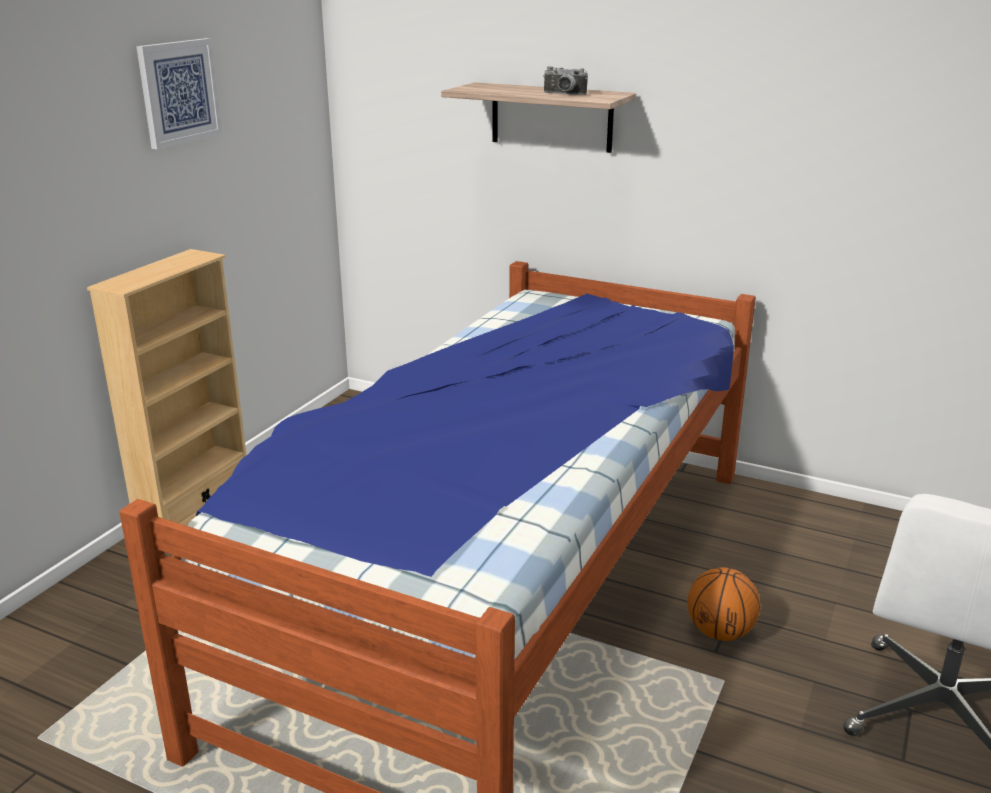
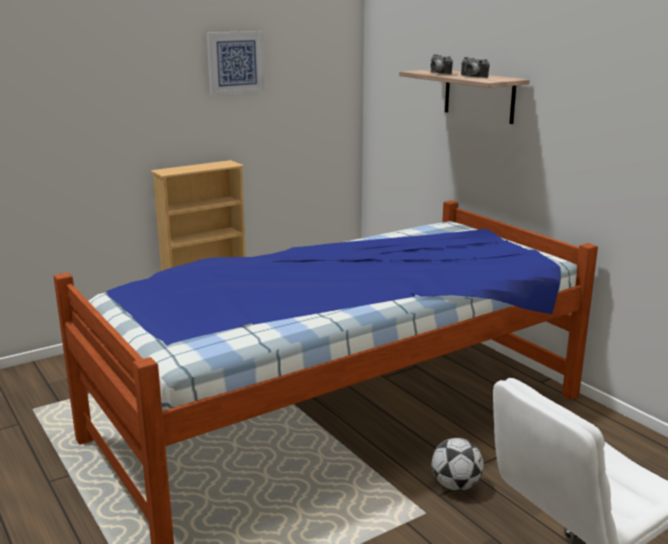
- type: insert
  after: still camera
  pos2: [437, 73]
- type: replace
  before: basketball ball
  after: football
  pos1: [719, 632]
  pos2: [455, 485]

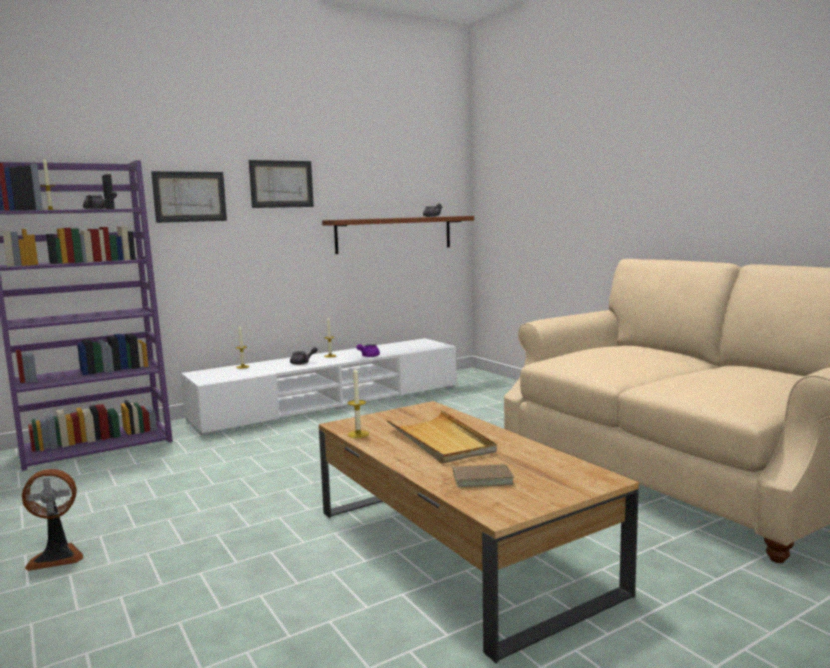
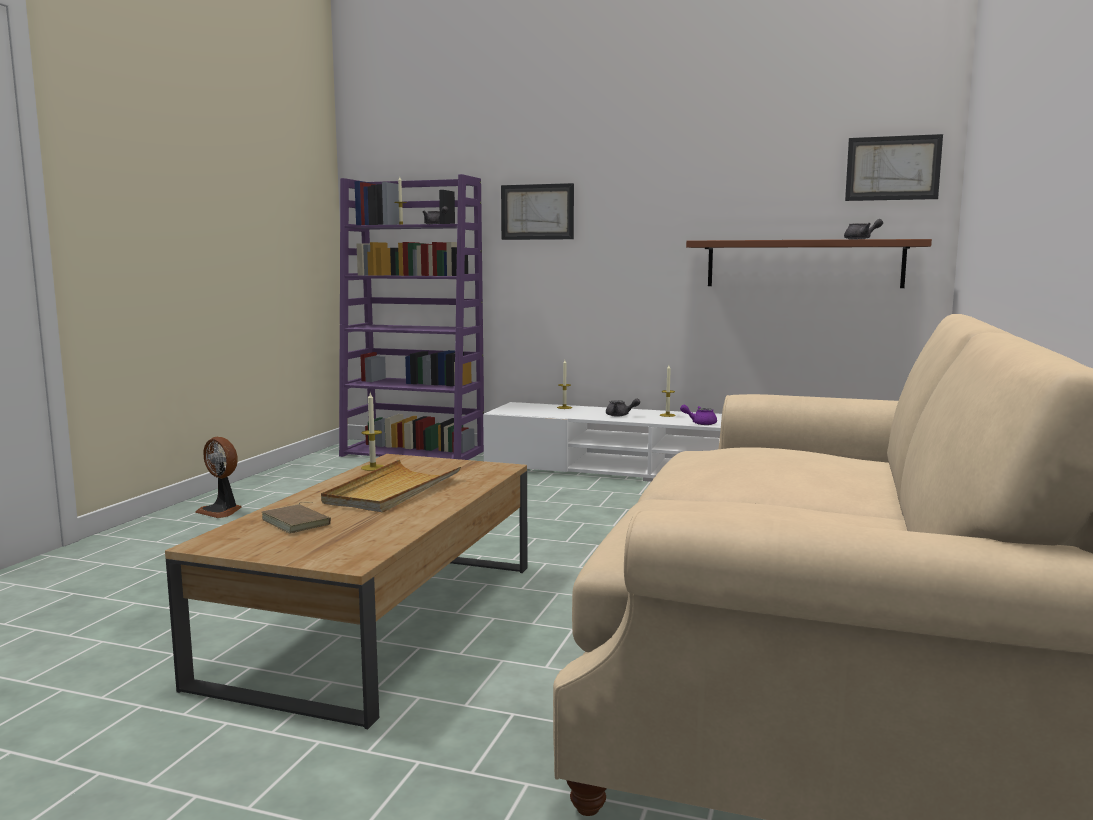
- type: move
  before: wall picture
  pos1: [281, 184]
  pos2: [892, 168]

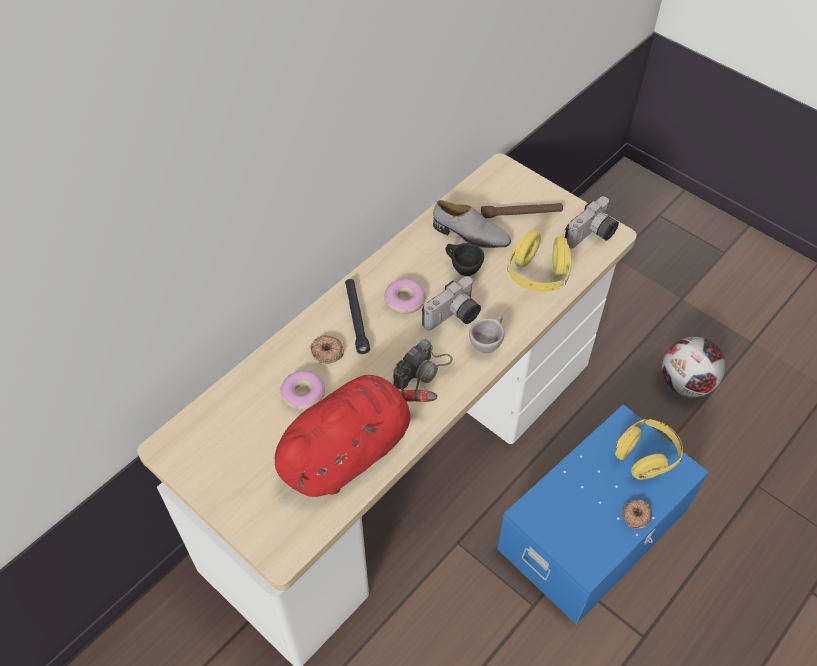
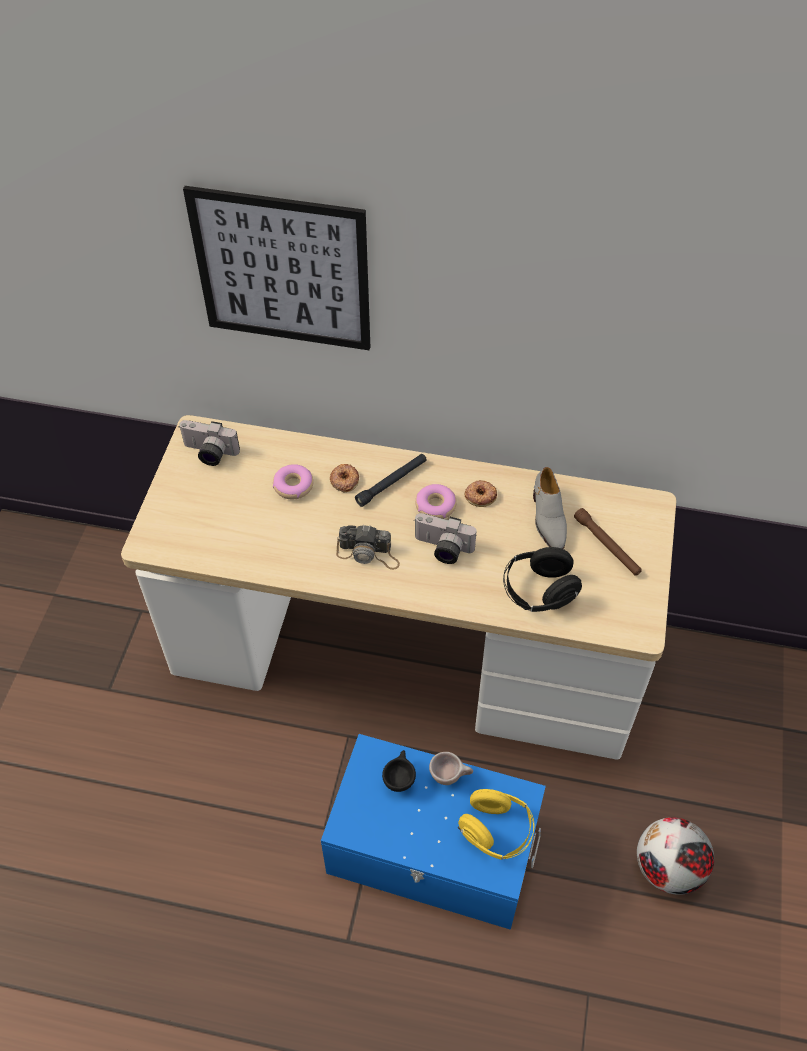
- type: delete
  before: plush toy in red
  pos1: [349, 451]
- type: insert
  after: wall picture
  pos2: [282, 270]
- type: move
  before: small cup in blackish
  pos1: [462, 269]
  pos2: [399, 778]
- type: move
  before: small cup in beige-coloured
  pos1: [487, 343]
  pos2: [450, 776]
- type: move
  before: still camera
  pos1: [591, 236]
  pos2: [208, 453]
- type: move
  before: doughnut
  pos1: [636, 515]
  pos2: [480, 495]
- type: recolor
  before: headphones in yellow-coloured
  after: headphones in blackish
  pos1: [538, 276]
  pos2: [539, 591]

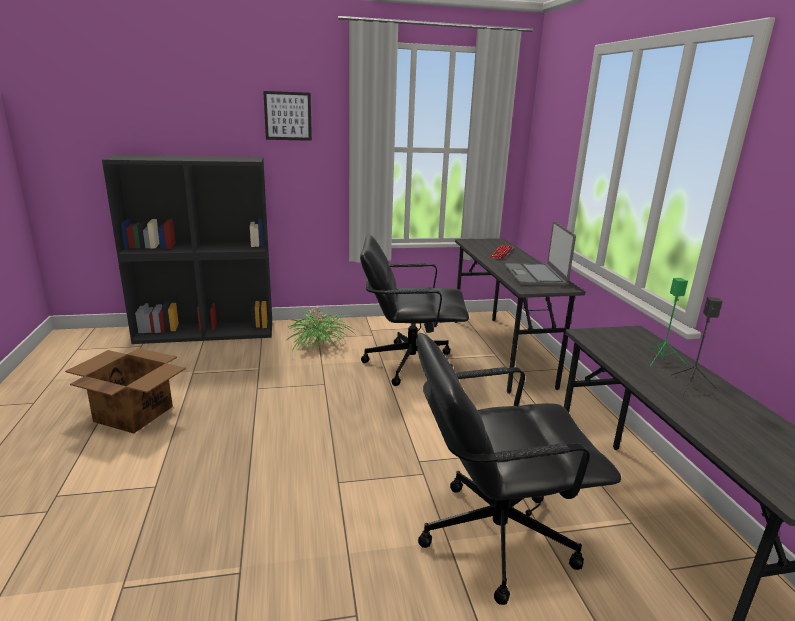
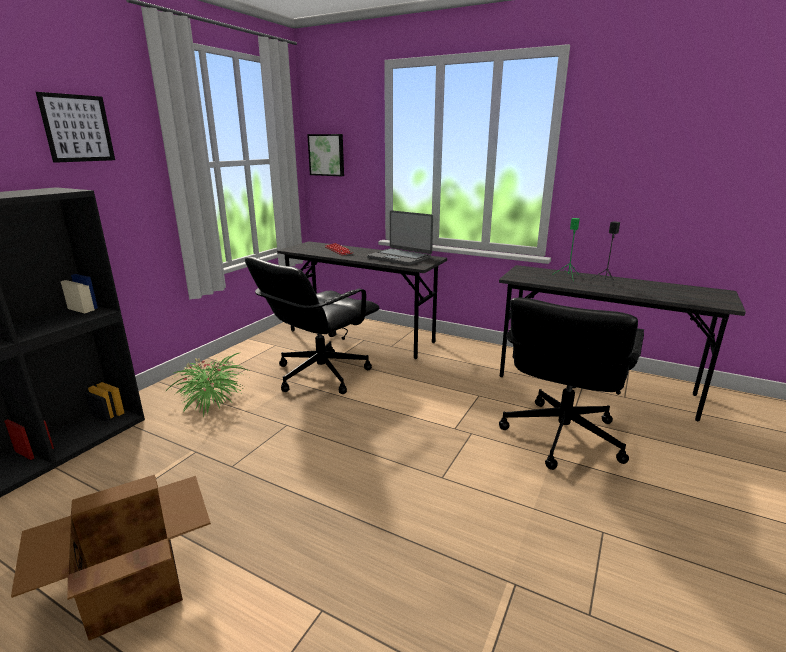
- type: insert
  after: wall picture
  pos2: [327, 155]

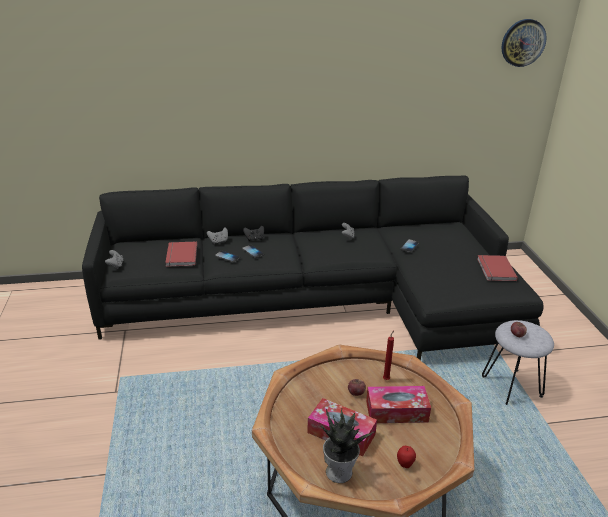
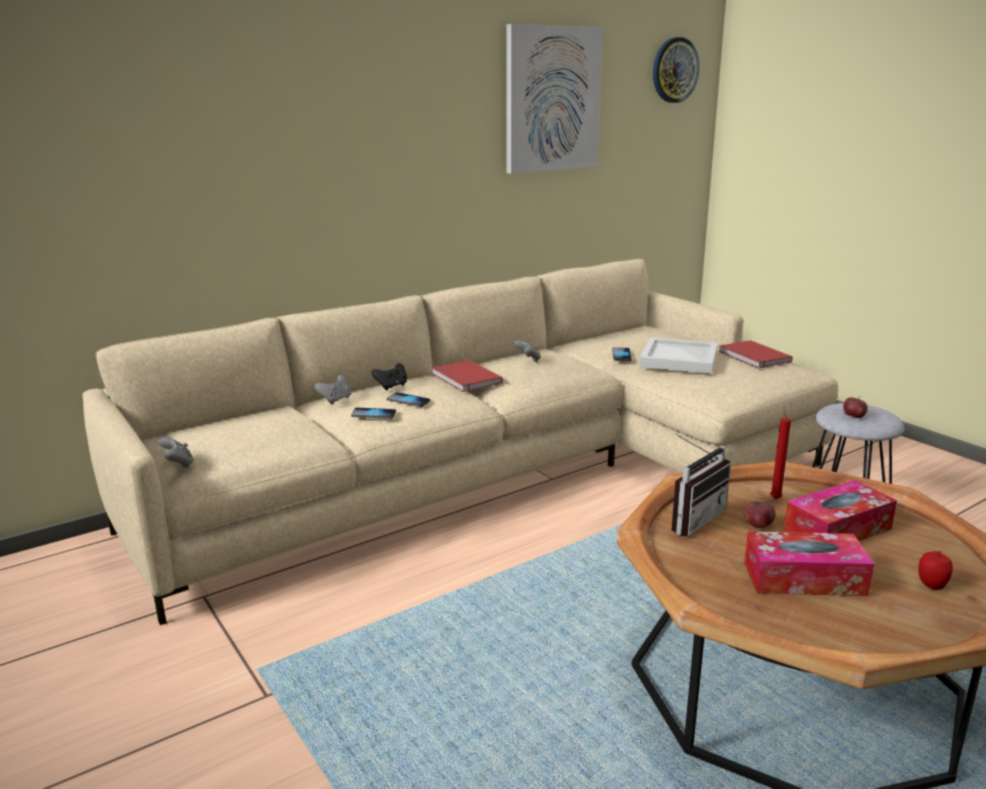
- type: delete
  before: houseplant
  pos1: [340, 471]
- type: insert
  after: wall picture
  pos2: [552, 99]
- type: insert
  after: carrying tray in white-coloured
  pos2: [677, 359]
- type: insert
  after: radio set
  pos2: [691, 518]
- type: move
  before: bound book in red
  pos1: [180, 255]
  pos2: [464, 379]
- type: recolor
  before: couch in blackish
  after: couch in beige-coloured
  pos1: [321, 301]
  pos2: [503, 474]

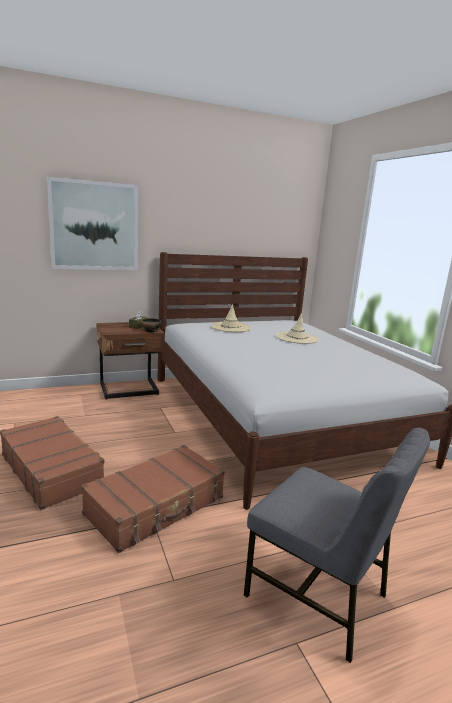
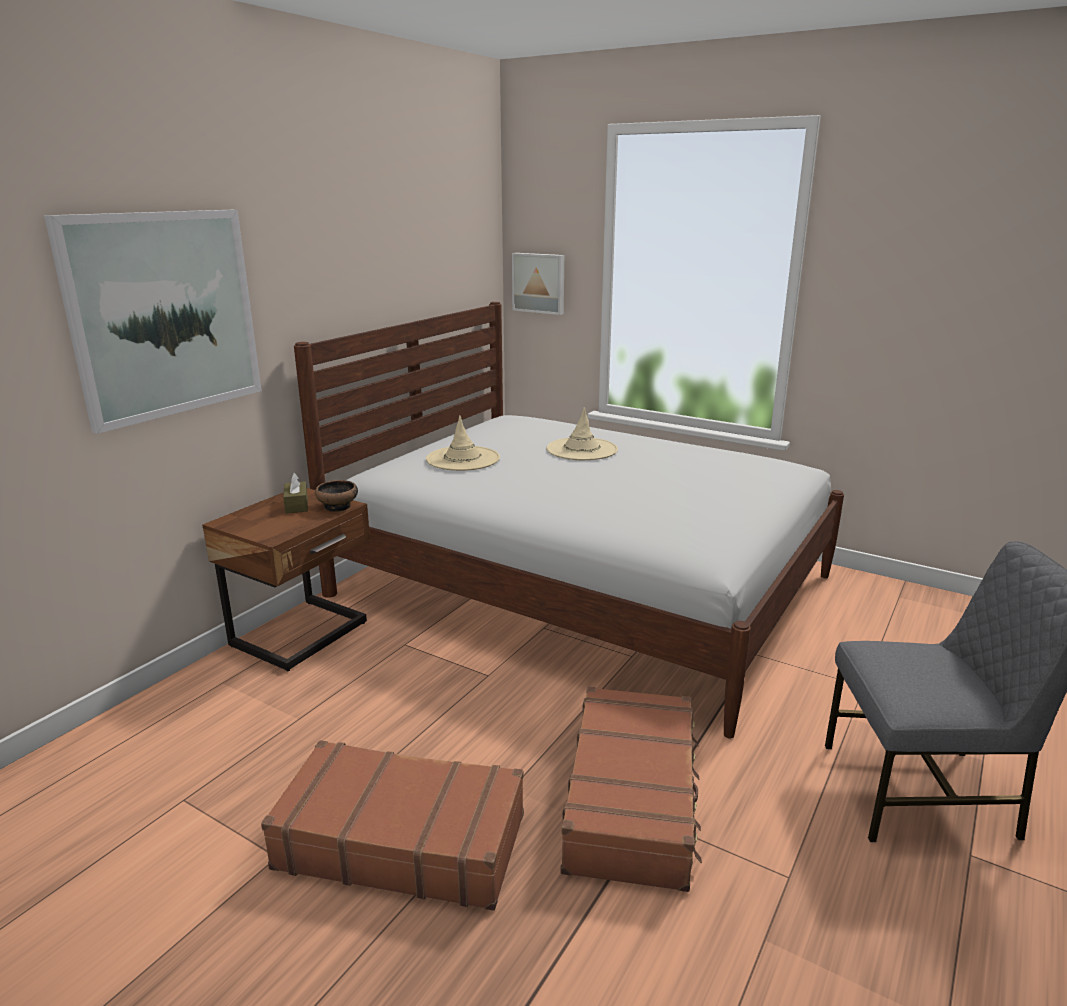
- type: insert
  after: wall picture
  pos2: [539, 283]

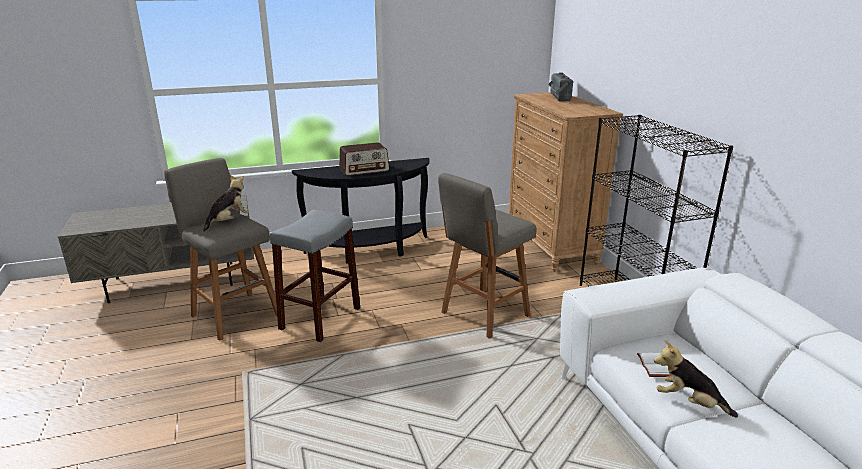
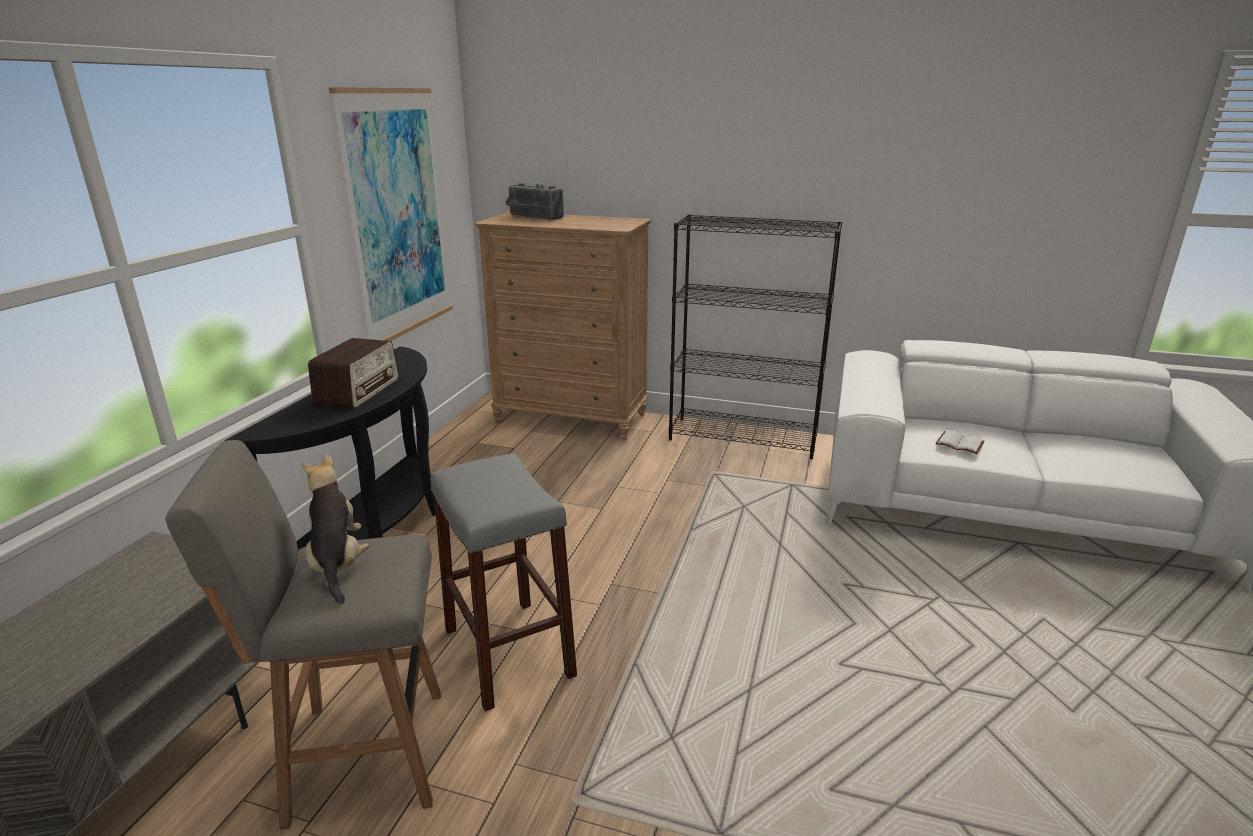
- type: delete
  before: stool in greyish
  pos1: [483, 315]
- type: delete
  before: plush toy
  pos1: [688, 402]
- type: insert
  after: wall picture
  pos2: [397, 215]

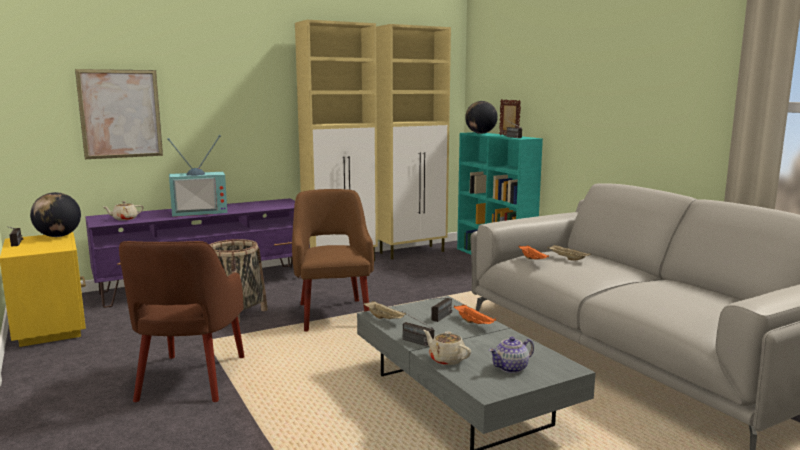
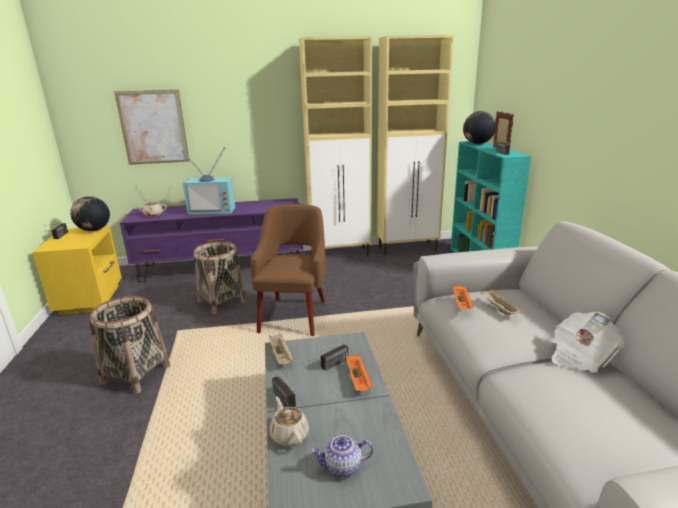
- type: insert
  after: daily paper
  pos2: [580, 356]
- type: replace
  before: easy chair in brownish
  after: basket
  pos1: [190, 379]
  pos2: [136, 374]

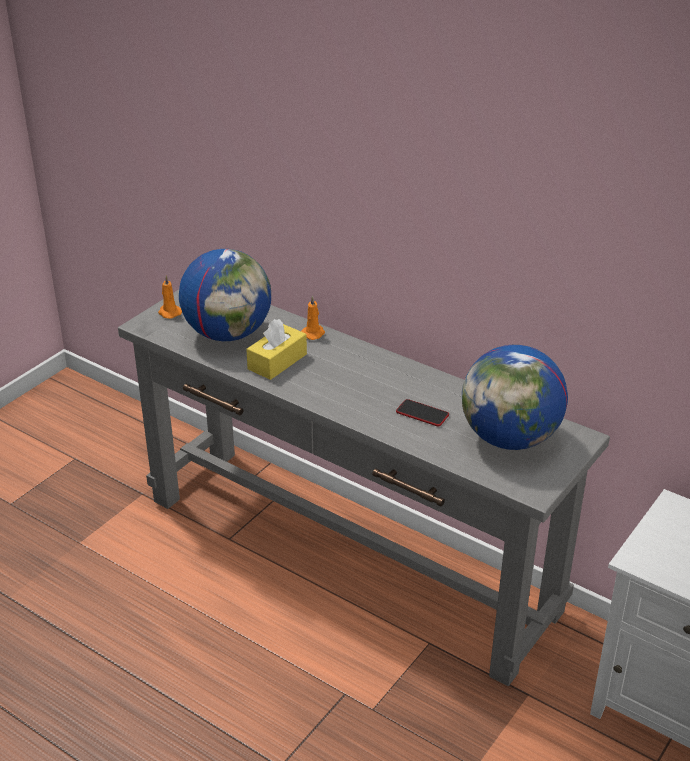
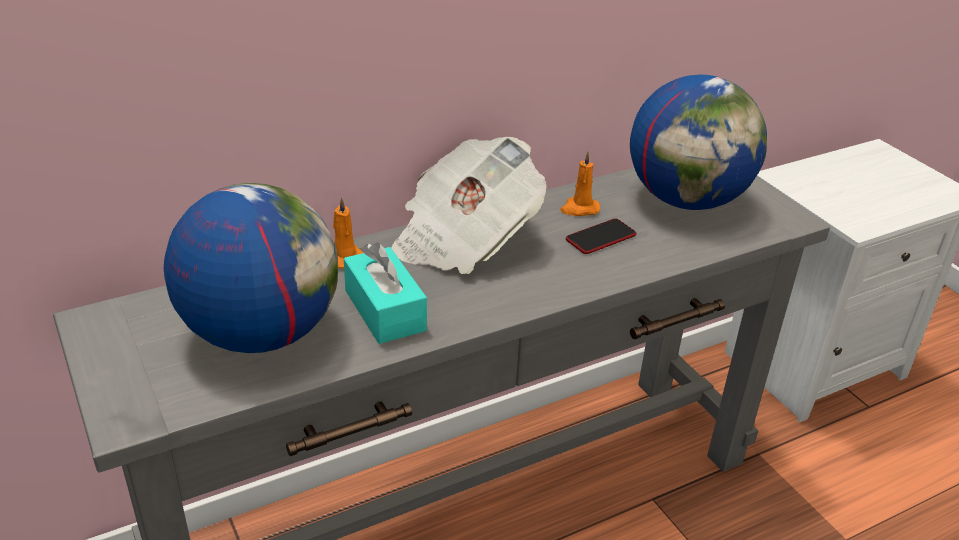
- type: insert
  after: daily paper
  pos2: [463, 239]
- type: move
  before: wax light in orange
  pos1: [169, 312]
  pos2: [579, 209]
- type: recolor
  before: tissue holder in yellow-coloured
  after: tissue holder in turquoise
  pos1: [277, 362]
  pos2: [385, 310]

